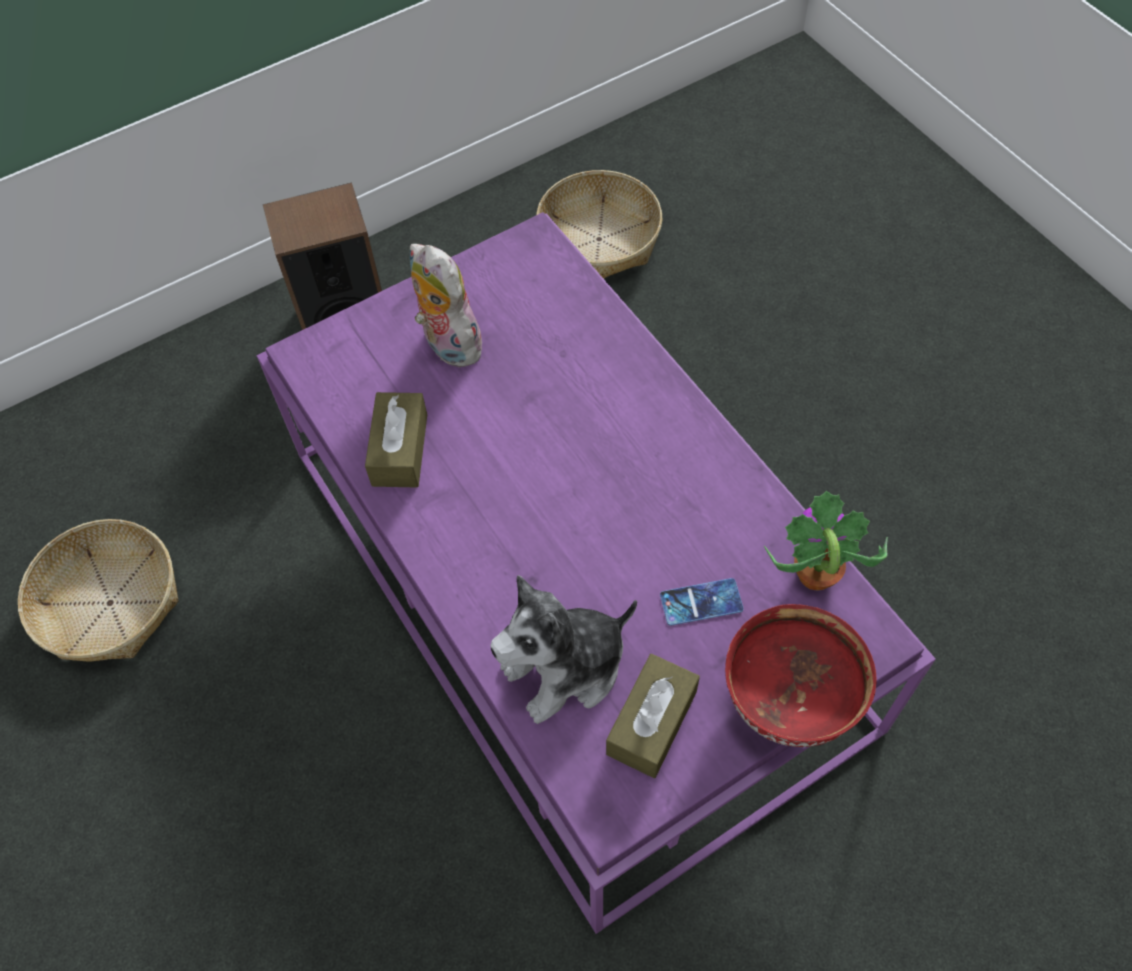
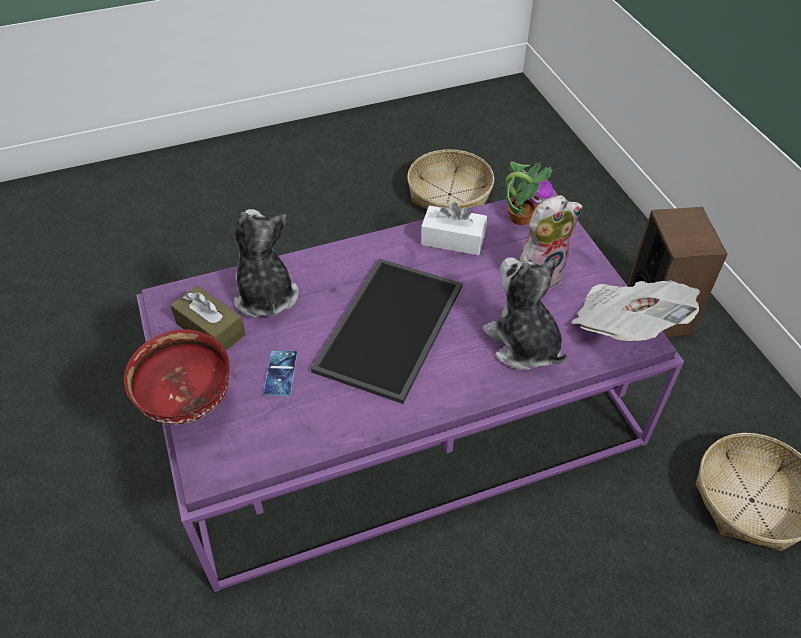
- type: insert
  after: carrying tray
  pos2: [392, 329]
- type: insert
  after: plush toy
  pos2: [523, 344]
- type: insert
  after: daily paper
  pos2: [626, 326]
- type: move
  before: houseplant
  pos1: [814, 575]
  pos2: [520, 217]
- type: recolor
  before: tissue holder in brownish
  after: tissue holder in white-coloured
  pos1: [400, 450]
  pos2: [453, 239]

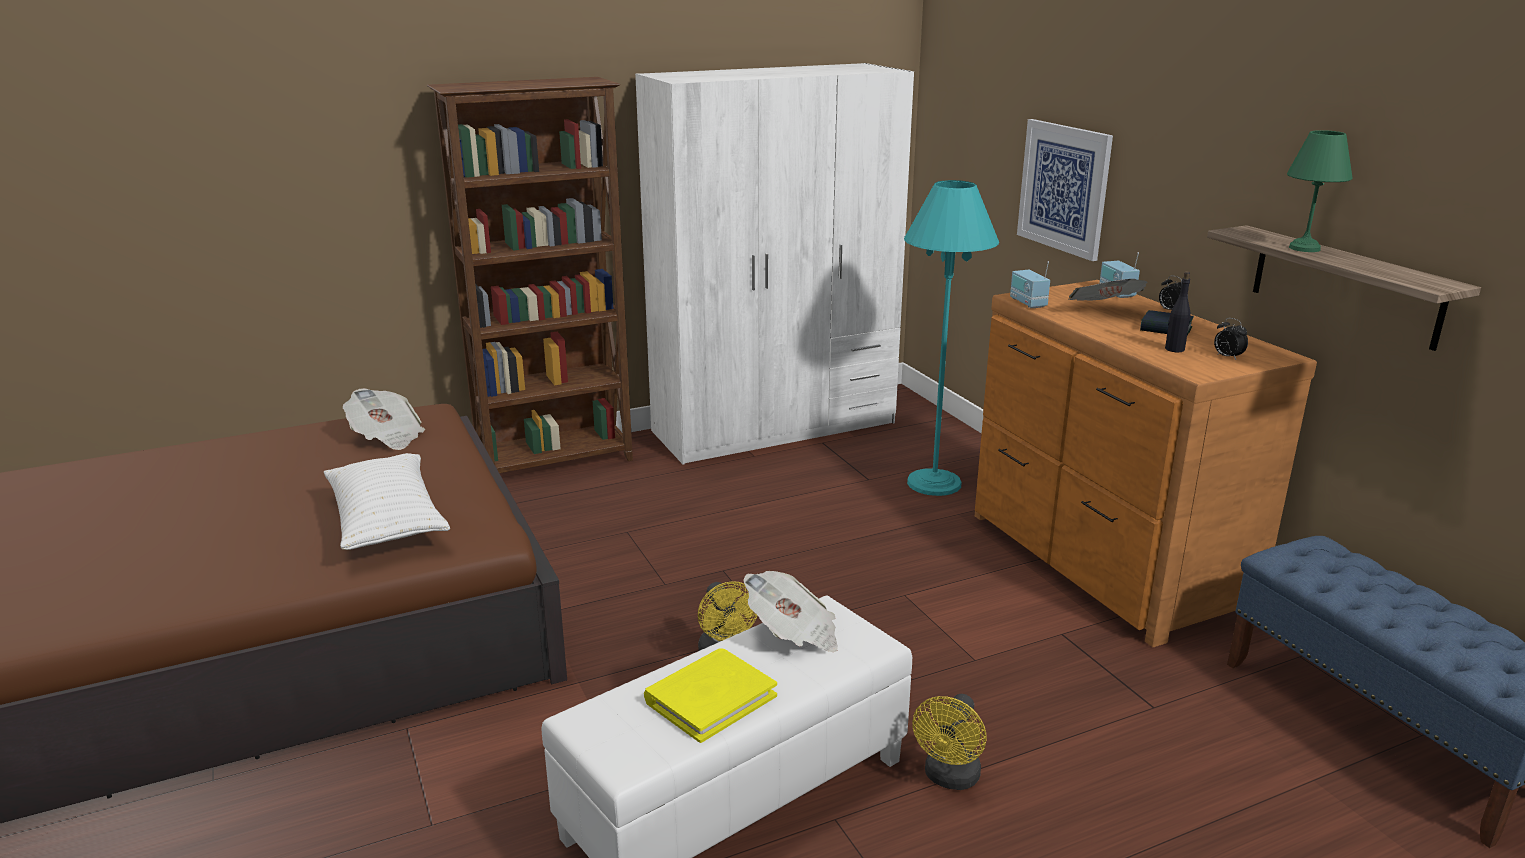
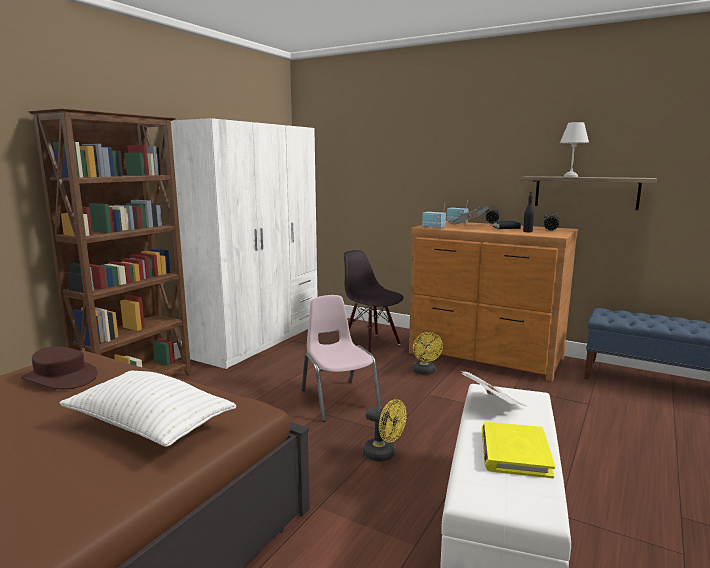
- type: delete
  before: wall picture
  pos1: [1064, 188]
- type: insert
  after: upright chair in pinkish
  pos2: [339, 399]
- type: move
  before: cooling fan in yellow-coloured
  pos1: [949, 778]
  pos2: [425, 372]
- type: replace
  before: daily paper
  after: wearable hat in brownish
  pos1: [387, 437]
  pos2: [60, 377]
- type: replace
  before: standing lamp in turquoise
  after: upright chair in blackish
  pos1: [934, 483]
  pos2: [371, 344]
- type: recolor
  before: table lamp in greenish
  after: table lamp in white-coloured
  pos1: [1303, 248]
  pos2: [570, 176]

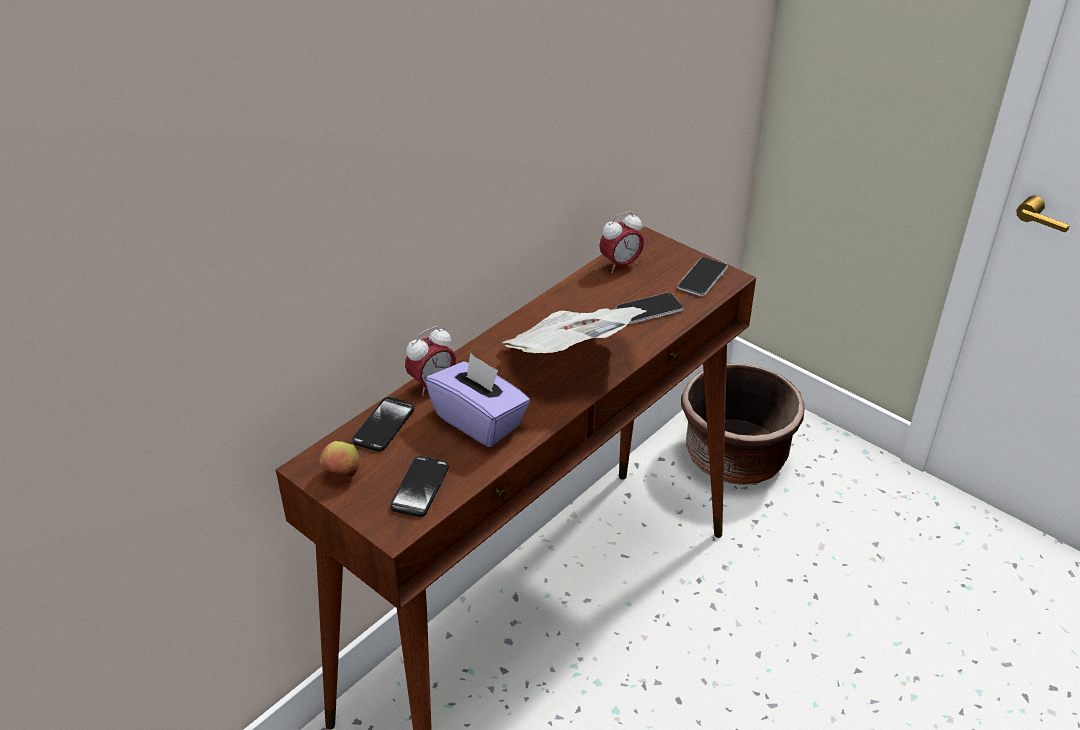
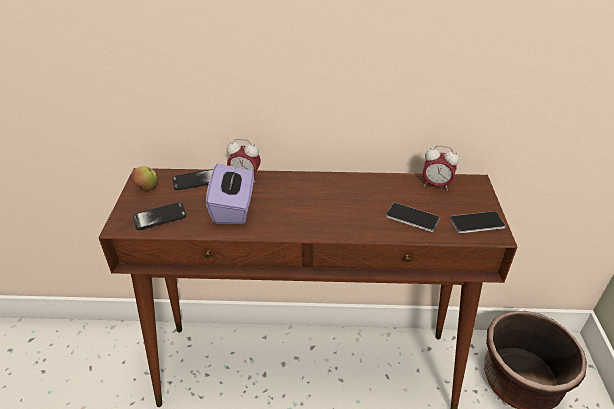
- type: delete
  before: daily paper
  pos1: [571, 357]

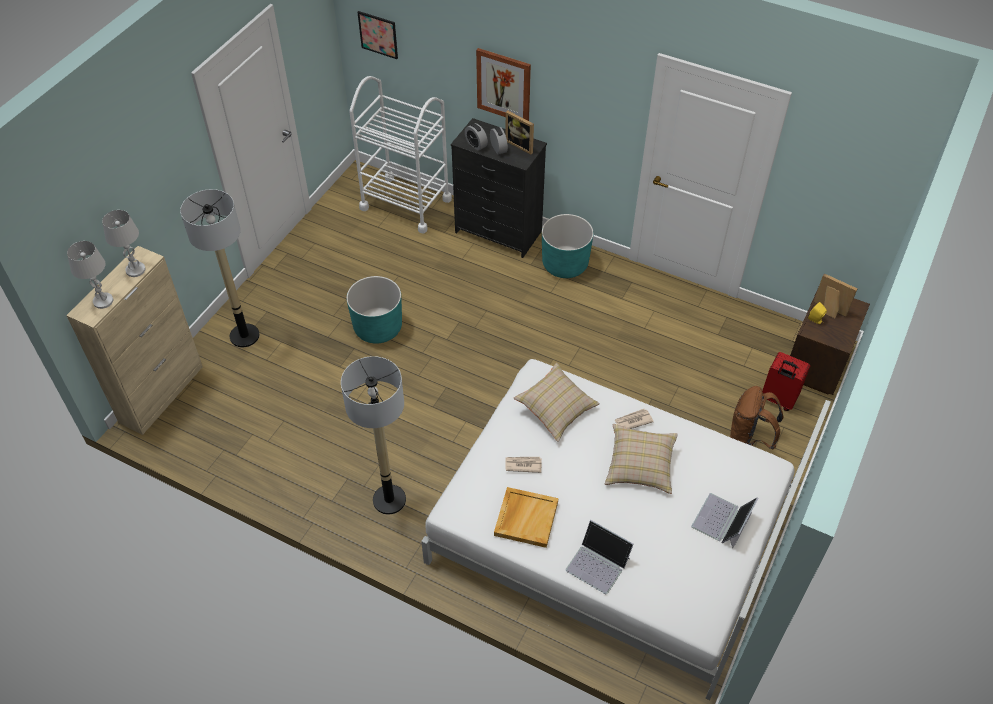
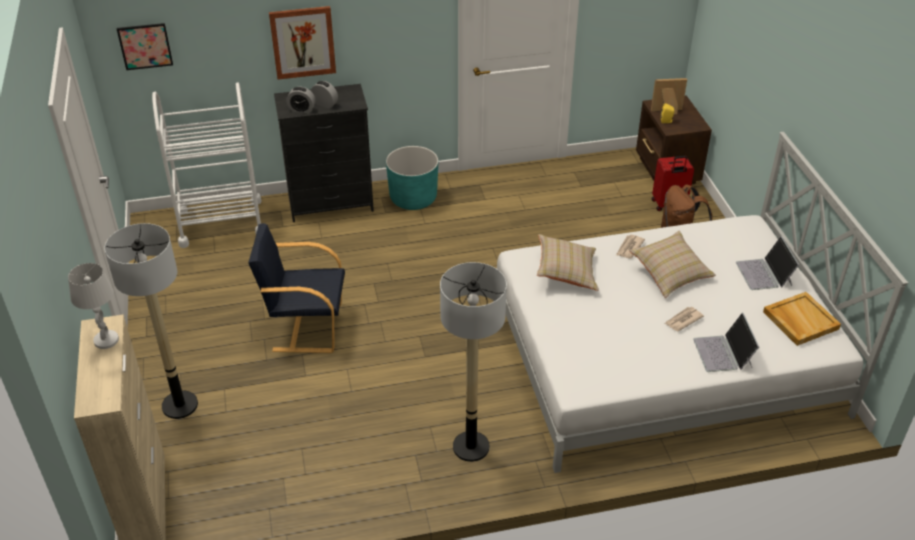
- type: delete
  before: table lamp in white-coloured
  pos1: [103, 301]
- type: delete
  before: picture frame
  pos1: [521, 145]
- type: move
  before: carrying tray in beige-coloured
  pos1: [525, 518]
  pos2: [800, 320]
- type: move
  before: daily paper
  pos1: [523, 464]
  pos2: [683, 320]
- type: replace
  before: plant pot in turquoise
  after: easy chair in blackish
  pos1: [378, 327]
  pos2: [306, 326]
- type: rotate
  before: laptop
  pos1: [598, 564]
  pos2: [723, 353]
  turn: 90

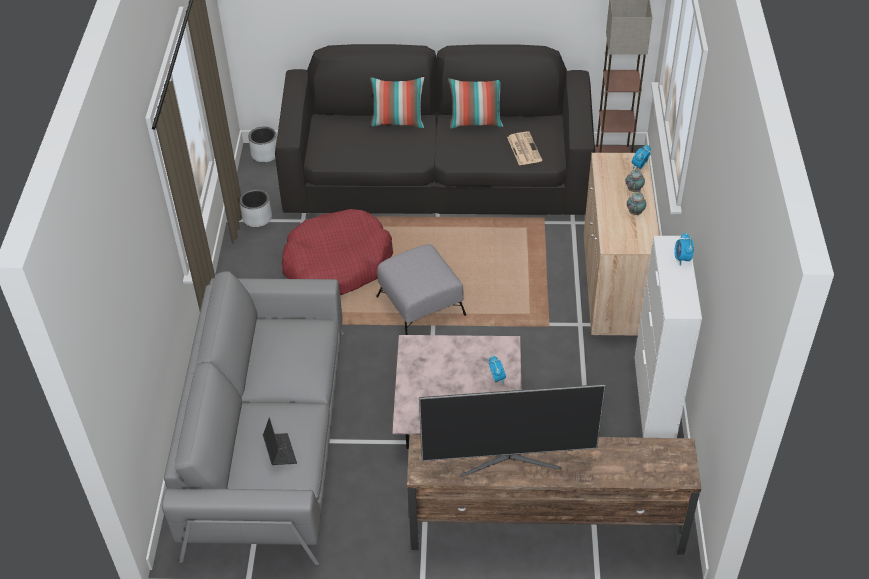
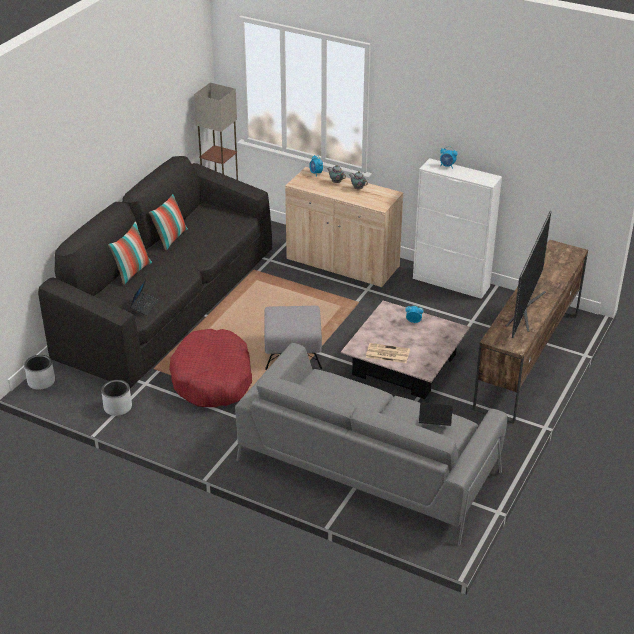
- type: insert
  after: laptop
  pos2: [144, 306]
- type: move
  before: daily paper
  pos1: [523, 148]
  pos2: [387, 353]

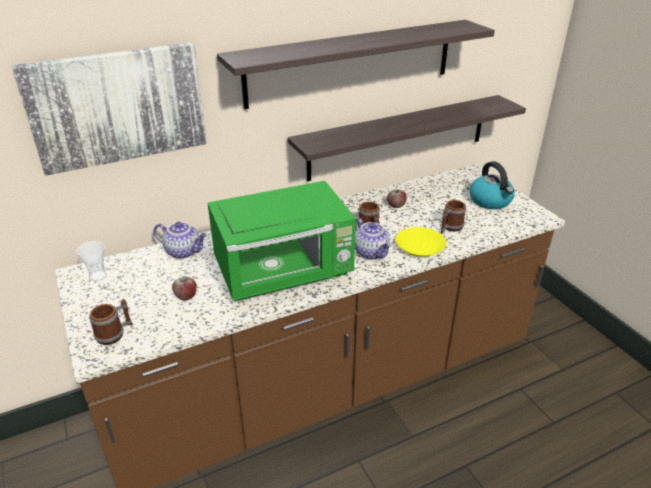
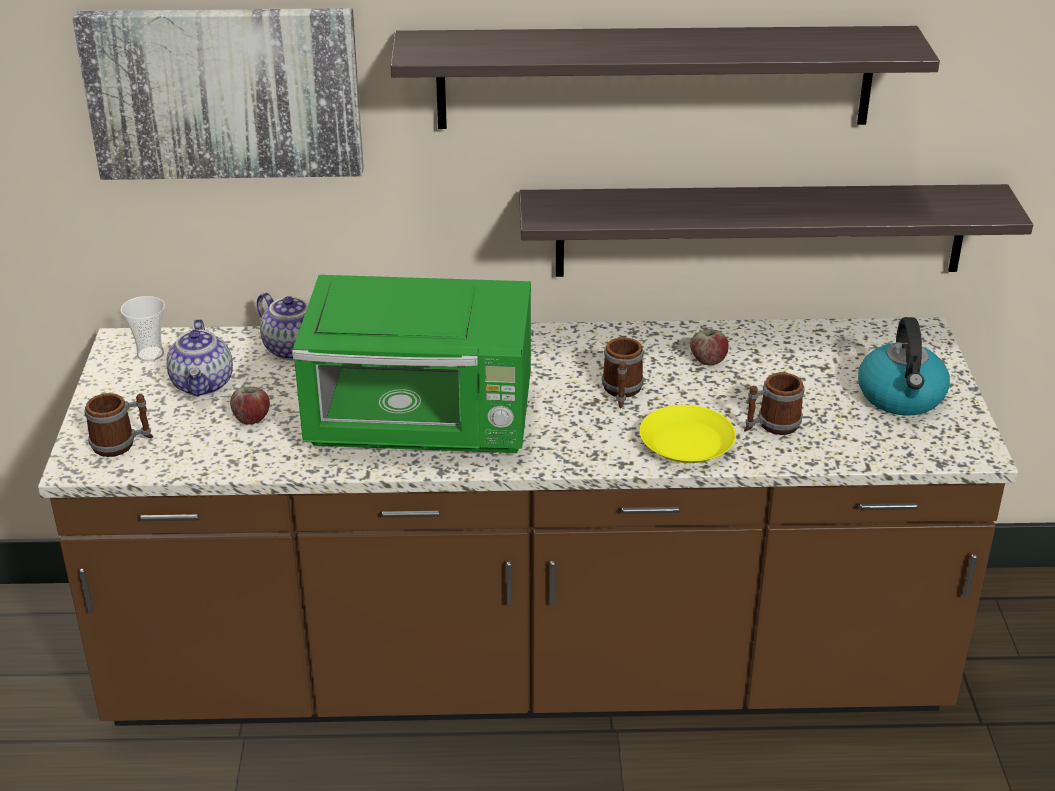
- type: move
  before: teapot
  pos1: [371, 252]
  pos2: [203, 384]

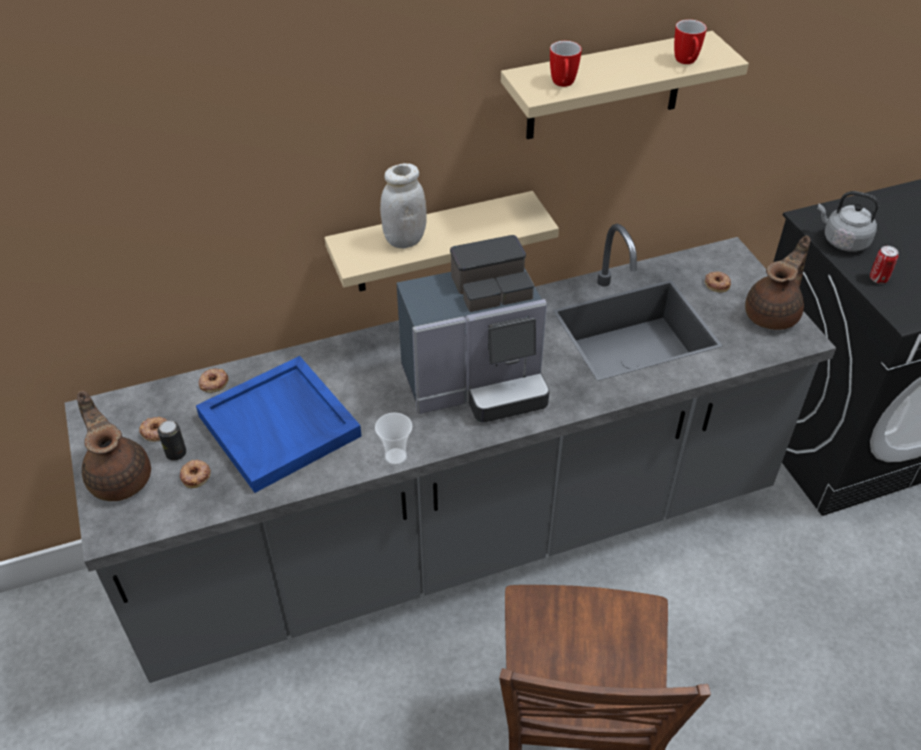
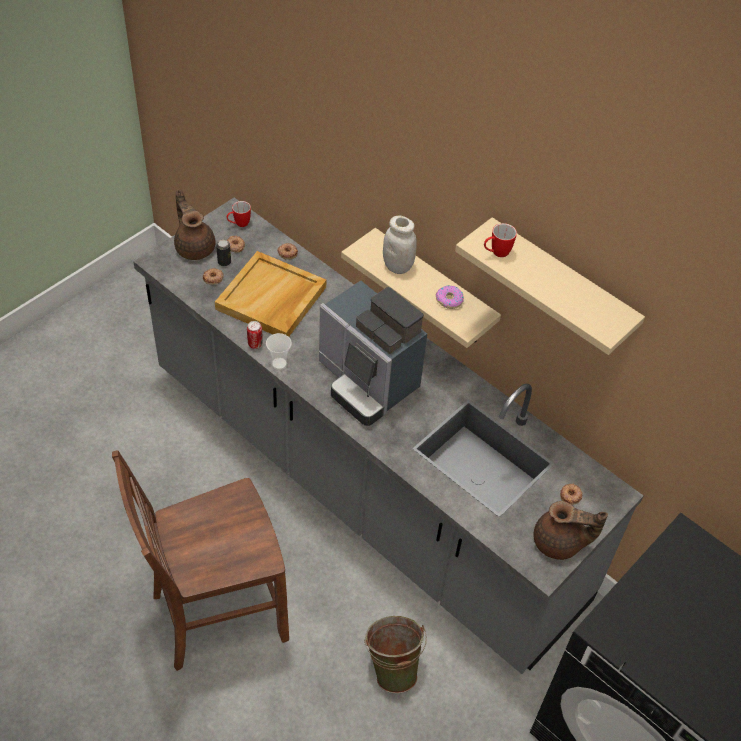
- type: delete
  before: tea kettle in greyish
  pos1: [842, 241]
- type: insert
  after: pail in greenish
  pos2: [392, 667]
- type: insert
  after: doughnut
  pos2: [449, 300]
- type: move
  before: tea mug
  pos1: [687, 62]
  pos2: [239, 224]
- type: move
  before: can
  pos1: [878, 279]
  pos2: [255, 344]
- type: recolor
  before: carrying tray in blue
  after: carrying tray in beige-coloured
  pos1: [281, 426]
  pos2: [271, 299]
- type: rotate
  before: teapot in brownish
  pos1: [120, 477]
  pos2: [195, 247]
  turn: -60

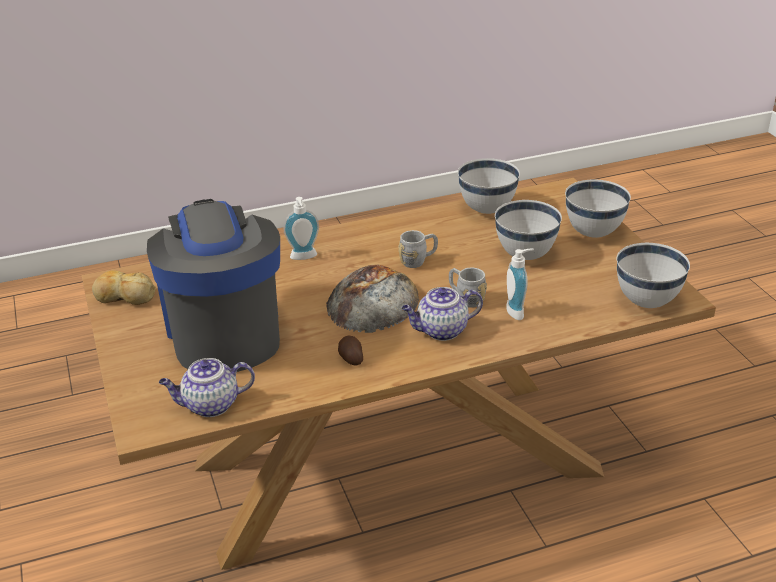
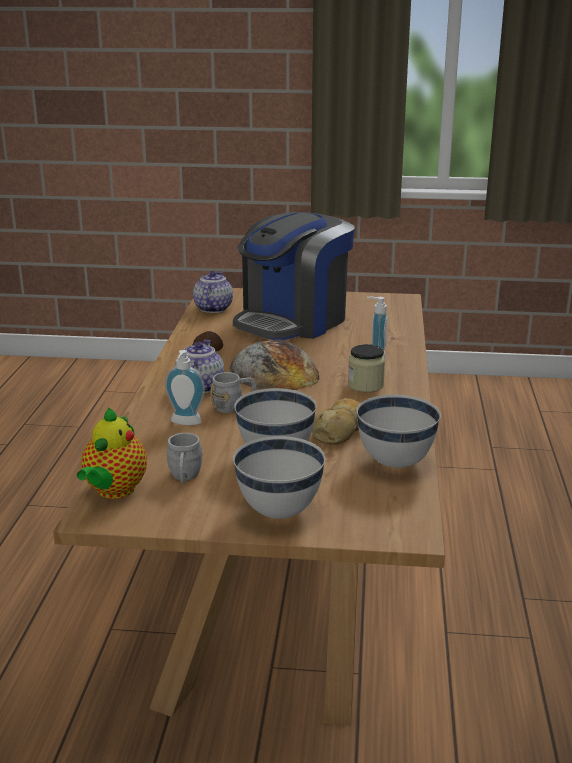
- type: insert
  after: jar
  pos2: [365, 385]
- type: move
  before: bakery bread
  pos1: [124, 296]
  pos2: [341, 430]
- type: move
  before: tea mug in greyish
  pos1: [418, 260]
  pos2: [184, 478]
- type: replace
  before: serving bowl in white-coloured
  after: teapot
  pos1: [646, 302]
  pos2: [114, 491]
- type: rotate
  before: coffee maker
  pos1: [224, 331]
  pos2: [293, 321]
  turn: 120

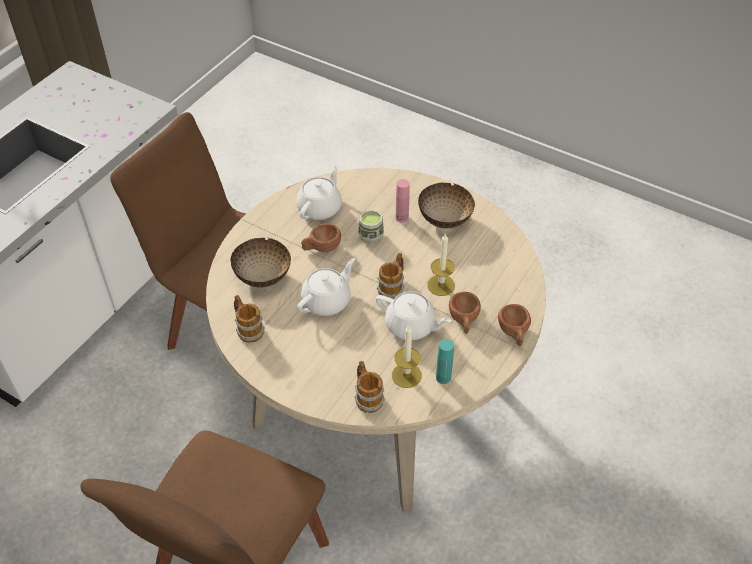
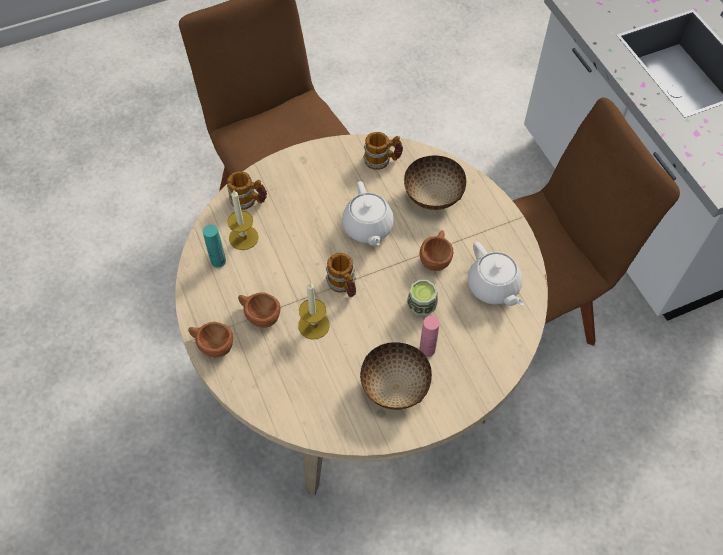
- type: delete
  before: teapot in white-coloured
  pos1: [411, 326]

